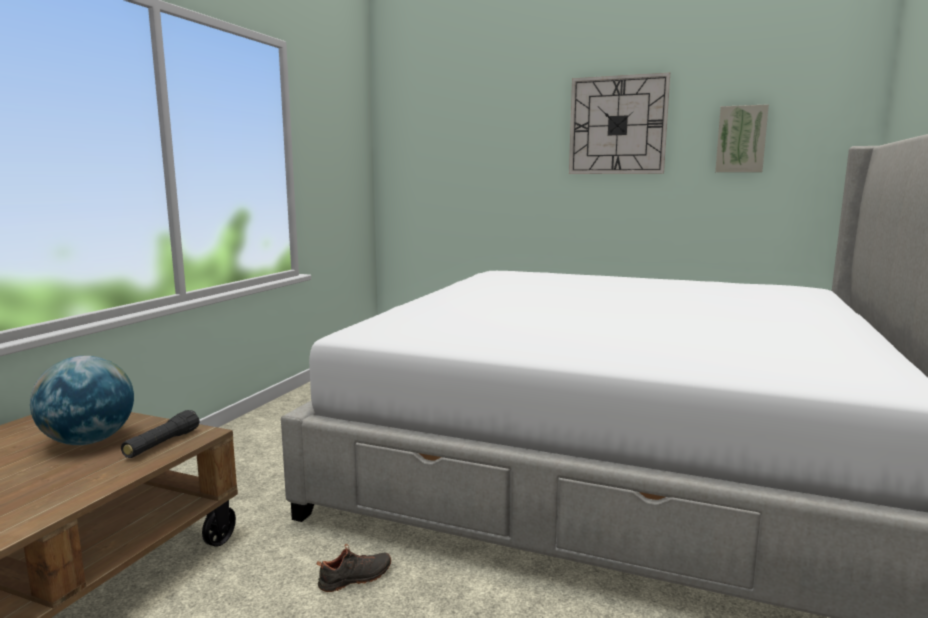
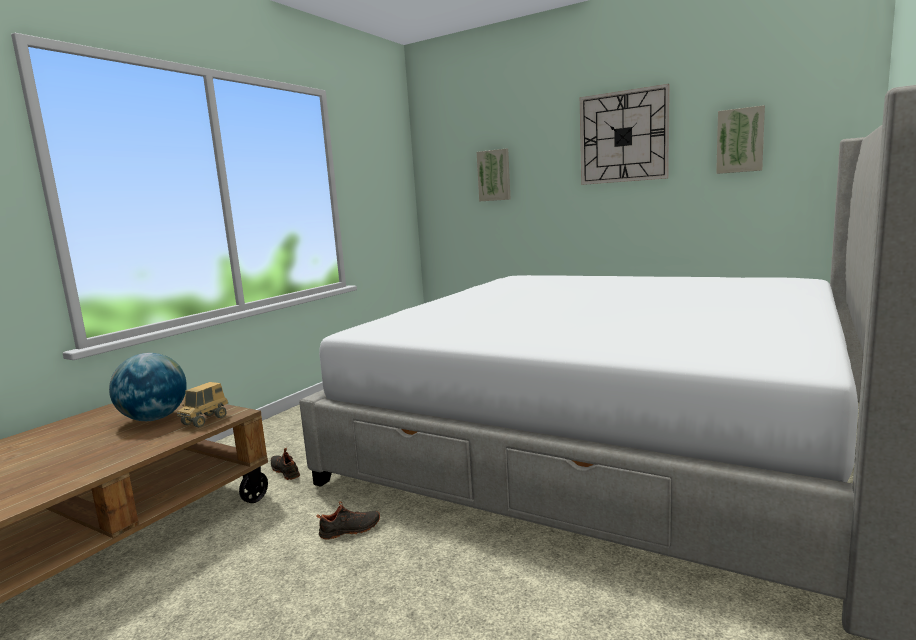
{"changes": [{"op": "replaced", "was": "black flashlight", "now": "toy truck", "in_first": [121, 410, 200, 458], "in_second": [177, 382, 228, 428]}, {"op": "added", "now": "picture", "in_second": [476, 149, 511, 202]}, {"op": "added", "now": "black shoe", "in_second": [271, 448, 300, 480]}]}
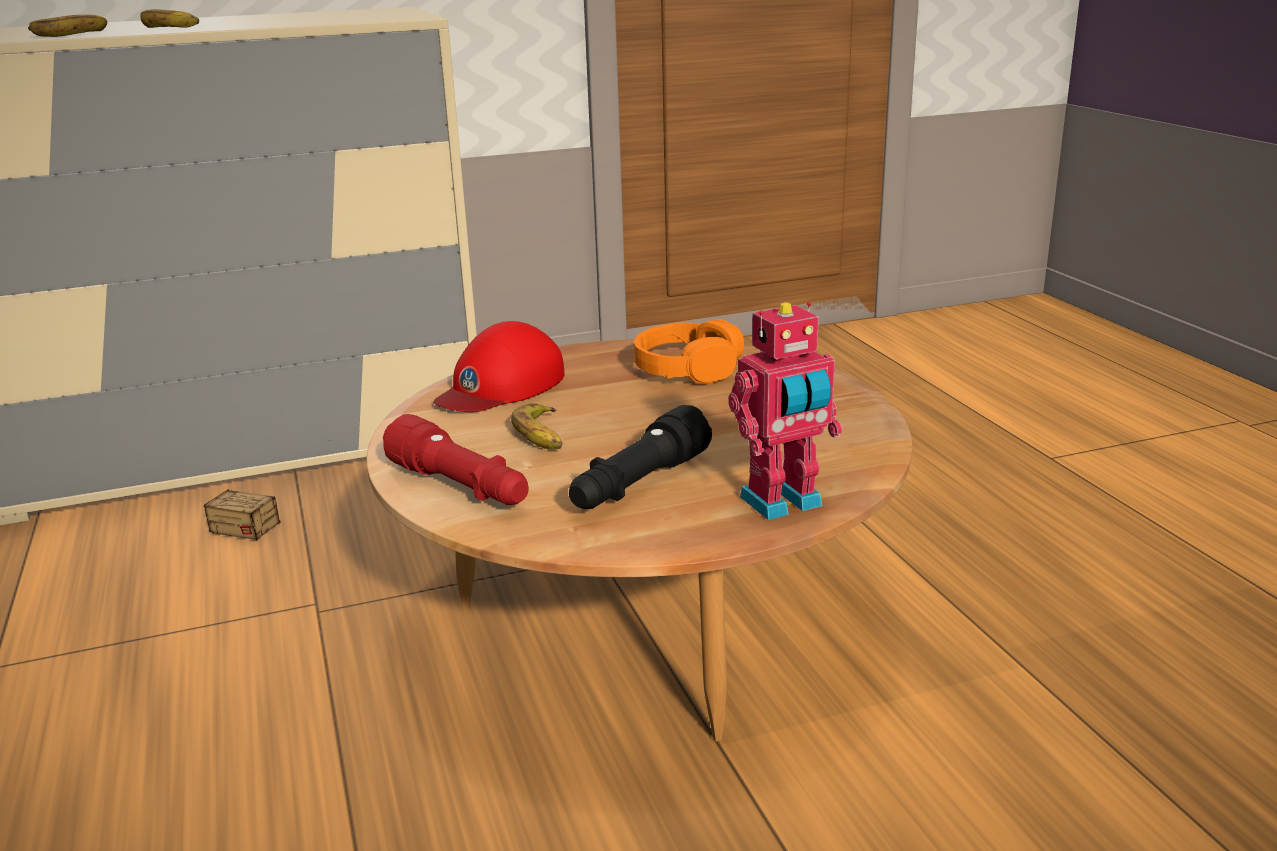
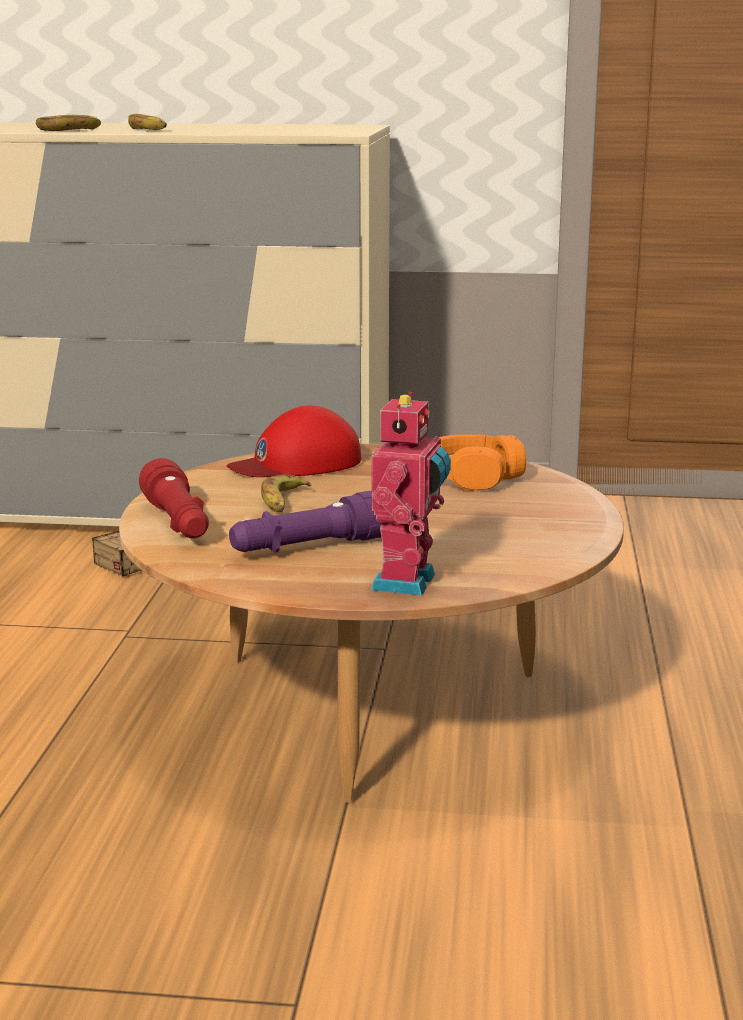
{"changes": [{"op": "turned", "was": "toy robot", "in_first": [728, 302, 842, 520], "in_second": [371, 392, 451, 596], "clockwise": -75}, {"op": "recoloured", "was": "black flashlight", "now": "purple flashlight", "in_first": [569, 405, 712, 509], "in_second": [229, 490, 381, 553]}]}
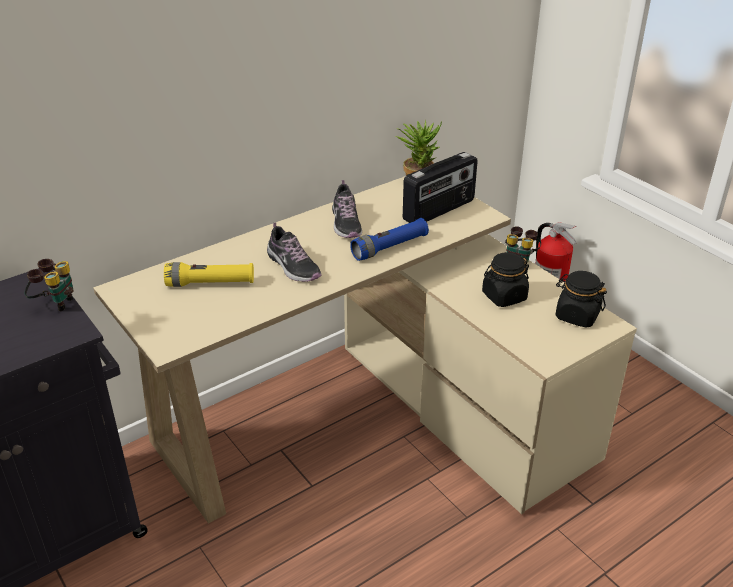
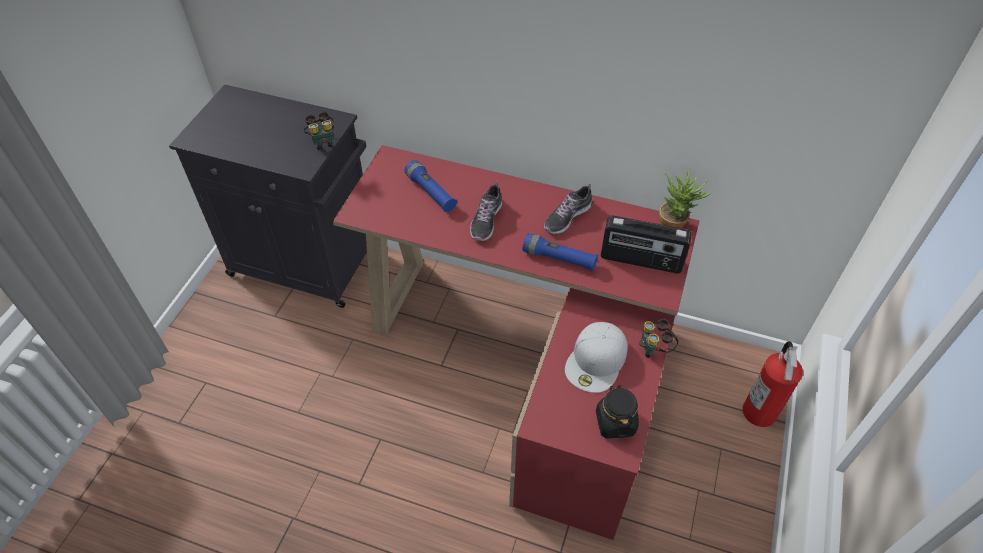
{"changes": [{"op": "recoloured", "was": "beige desk", "now": "red desk", "in_first": [93, 177, 637, 524], "in_second": [333, 145, 699, 540]}, {"op": "replaced", "was": "black jar", "now": "white cap", "in_first": [482, 252, 529, 307], "in_second": [565, 322, 628, 393]}, {"op": "recoloured", "was": "yellow flashlight", "now": "blue flashlight", "in_first": [164, 262, 254, 287], "in_second": [404, 160, 457, 212]}]}
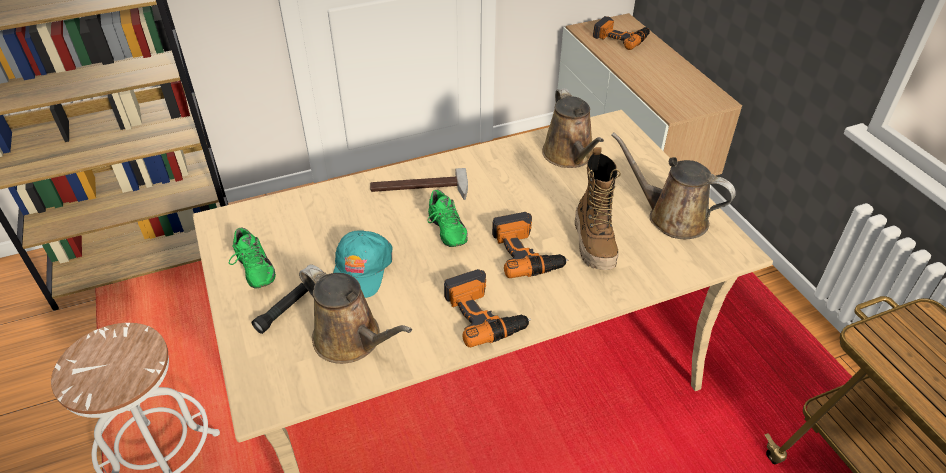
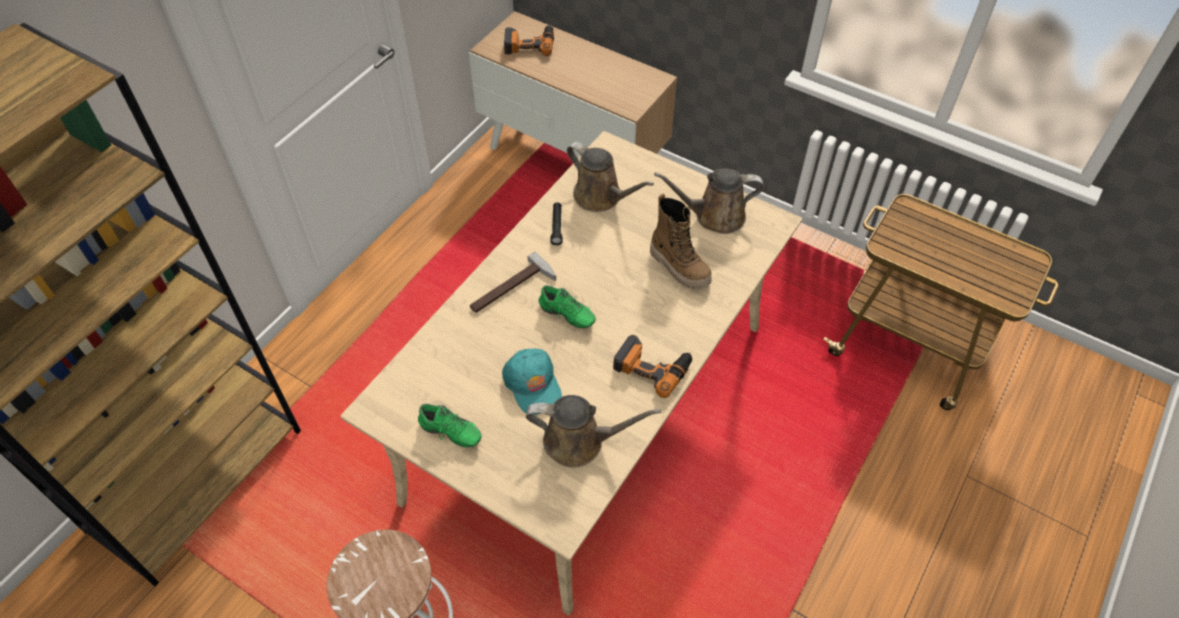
{"changes": [{"op": "removed", "was": "power drill", "in_first": [492, 212, 568, 278]}, {"op": "moved", "was": "black flashlight", "in_first": [251, 283, 308, 334], "in_second": [550, 203, 563, 245]}]}
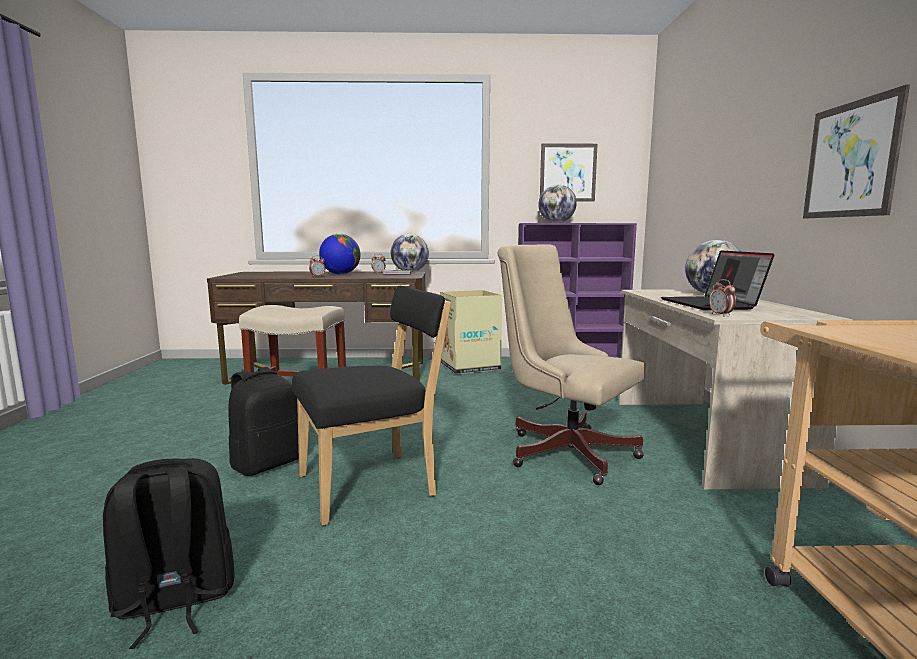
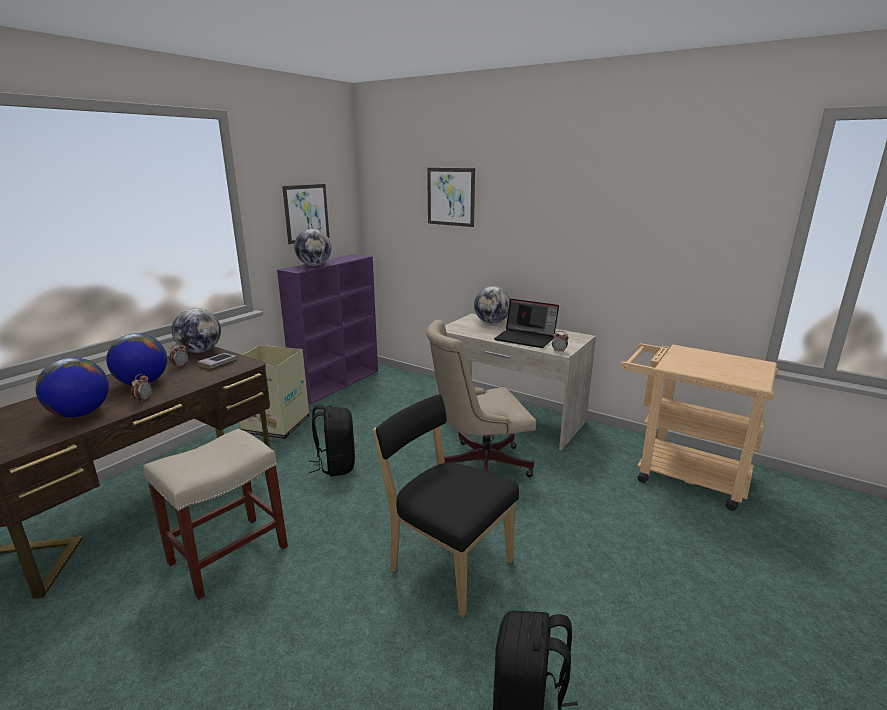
{"changes": [{"op": "moved", "was": "picture", "in_first": [803, 84, 910, 219], "in_second": [427, 168, 475, 227]}, {"op": "turned", "was": "black chair", "in_first": [292, 286, 451, 526], "in_second": [373, 394, 519, 617], "clockwise": -60}, {"op": "moved", "was": "black backpack", "in_first": [228, 367, 299, 476], "in_second": [309, 405, 355, 477]}, {"op": "added", "now": "globe", "in_second": [36, 357, 109, 417]}]}
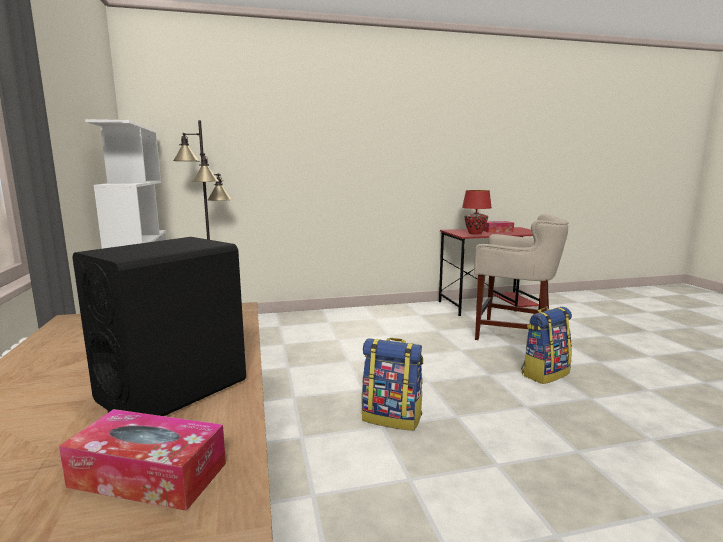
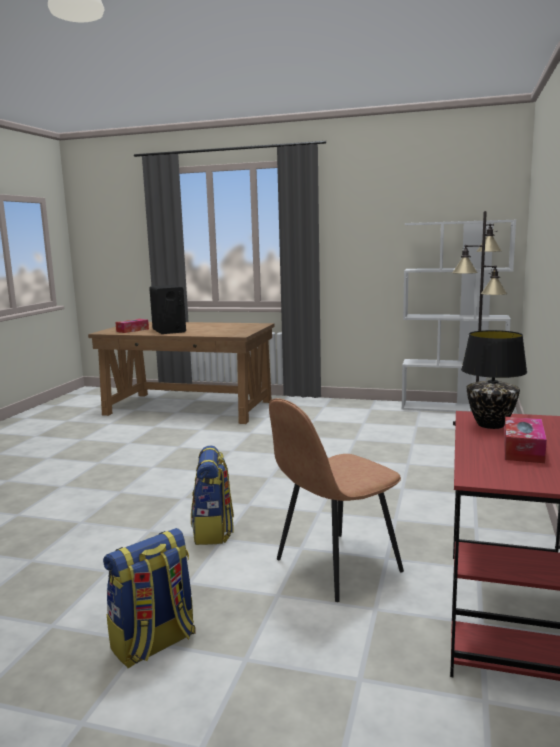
{"changes": [{"op": "recoloured", "was": "red table lamp", "now": "black table lamp", "in_first": [462, 190, 491, 235], "in_second": [461, 330, 527, 429]}, {"op": "replaced", "was": "beige stool", "now": "brown chair", "in_first": [474, 214, 568, 340], "in_second": [269, 398, 404, 602]}, {"op": "moved", "was": "backpack", "in_first": [362, 338, 423, 431], "in_second": [103, 528, 195, 668]}]}
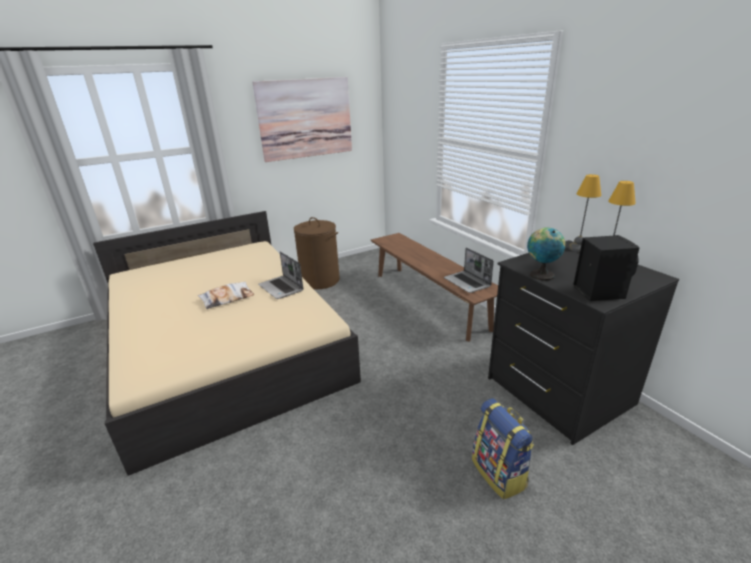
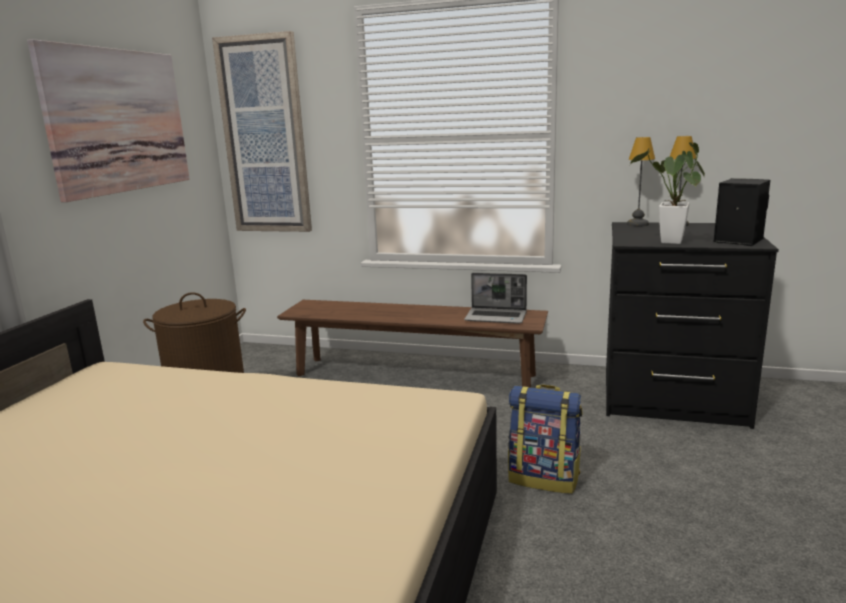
{"changes": [{"op": "replaced", "was": "globe", "now": "potted plant", "in_first": [527, 227, 565, 281], "in_second": [630, 142, 705, 244]}, {"op": "removed", "was": "laptop", "in_first": [258, 251, 303, 299]}, {"op": "removed", "was": "pillow", "in_first": [198, 282, 254, 309]}, {"op": "moved", "was": "backpack", "in_first": [472, 398, 534, 500], "in_second": [508, 384, 583, 494]}, {"op": "added", "now": "picture", "in_second": [212, 31, 312, 232]}]}
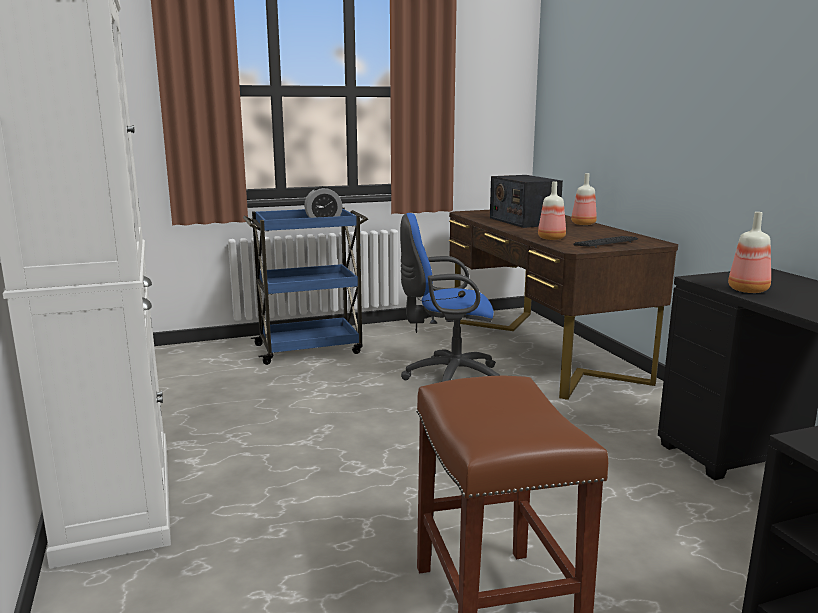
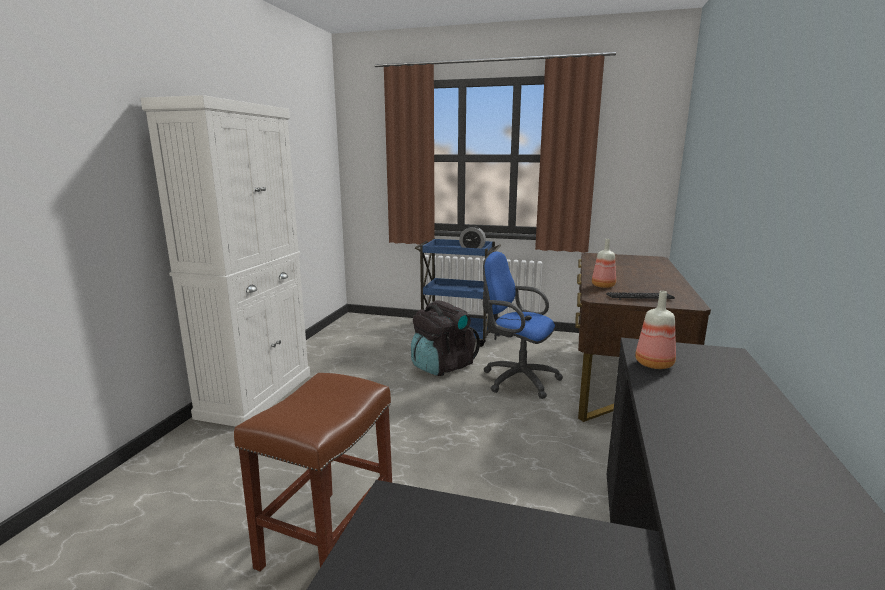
{"changes": [{"op": "removed", "was": "bottle", "in_first": [571, 173, 597, 225]}, {"op": "removed", "was": "radio", "in_first": [490, 175, 563, 228]}, {"op": "added", "now": "black backpack", "in_second": [411, 300, 480, 376]}]}
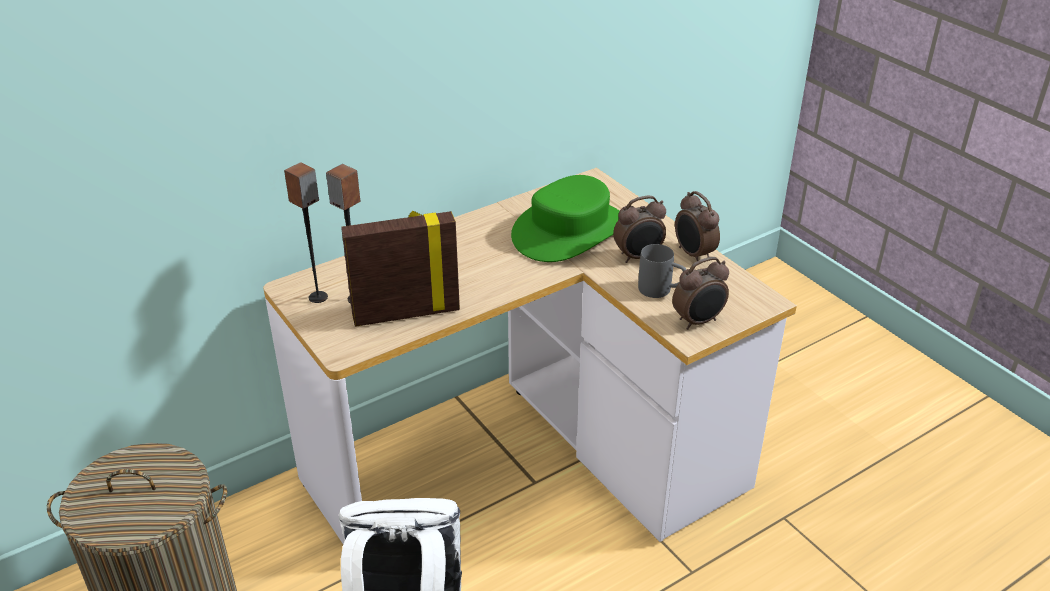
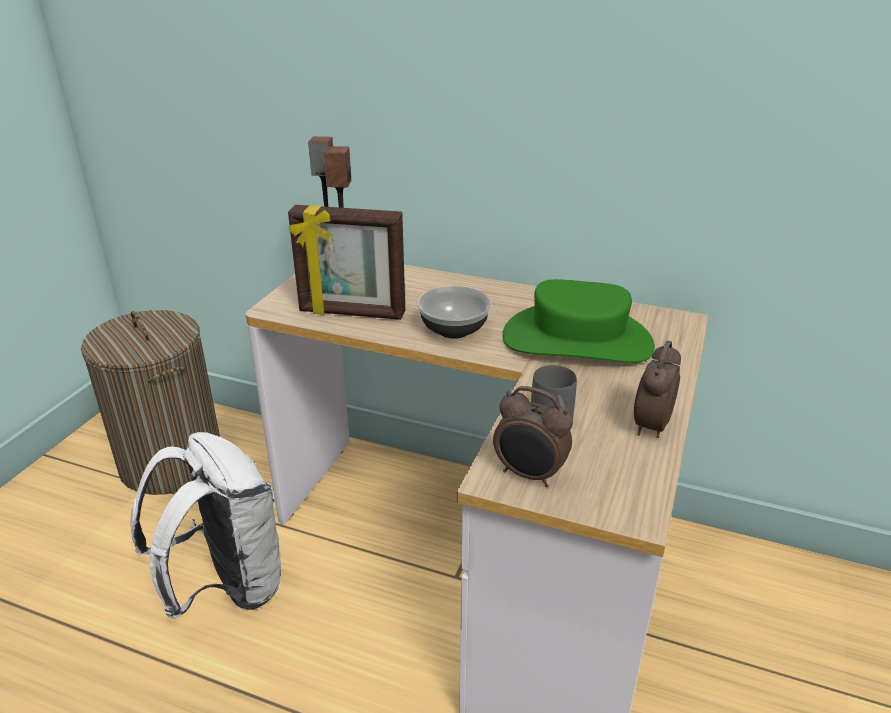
{"changes": [{"op": "removed", "was": "alarm clock", "in_first": [613, 196, 666, 263]}, {"op": "turned", "was": "picture frame", "in_first": [341, 211, 460, 327], "in_second": [288, 205, 405, 320], "clockwise": 150}, {"op": "added", "now": "bowl", "in_second": [417, 286, 491, 339]}]}
